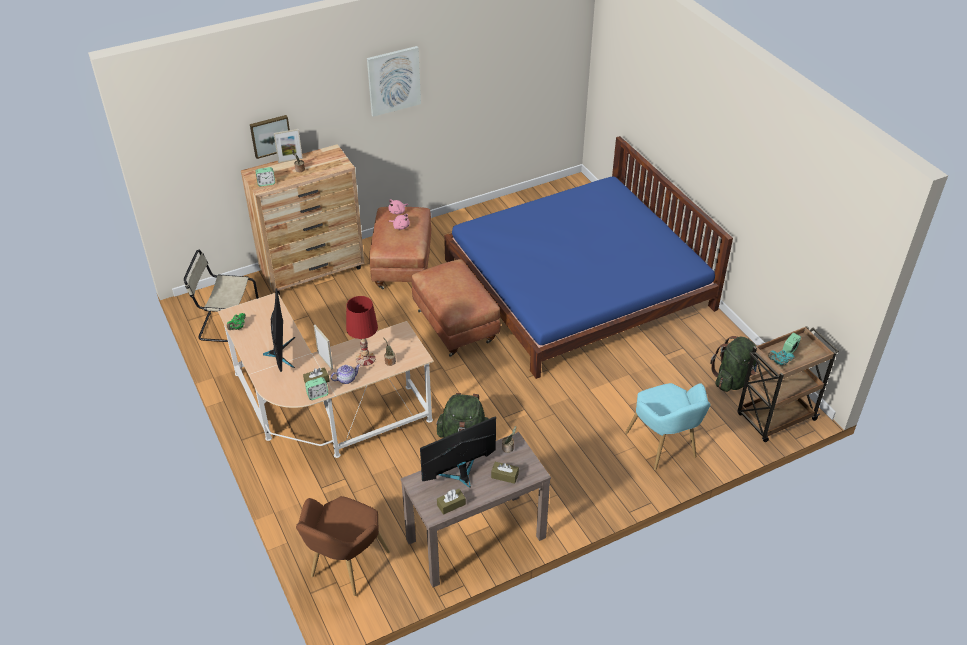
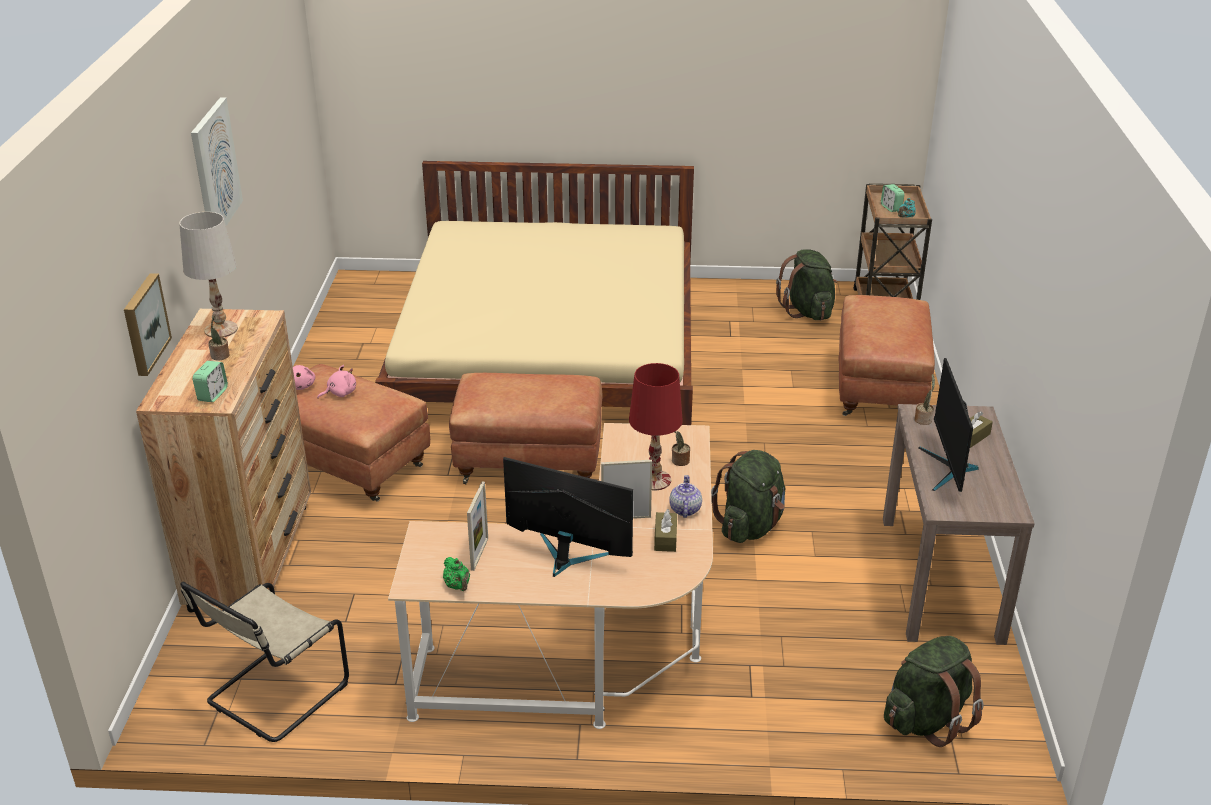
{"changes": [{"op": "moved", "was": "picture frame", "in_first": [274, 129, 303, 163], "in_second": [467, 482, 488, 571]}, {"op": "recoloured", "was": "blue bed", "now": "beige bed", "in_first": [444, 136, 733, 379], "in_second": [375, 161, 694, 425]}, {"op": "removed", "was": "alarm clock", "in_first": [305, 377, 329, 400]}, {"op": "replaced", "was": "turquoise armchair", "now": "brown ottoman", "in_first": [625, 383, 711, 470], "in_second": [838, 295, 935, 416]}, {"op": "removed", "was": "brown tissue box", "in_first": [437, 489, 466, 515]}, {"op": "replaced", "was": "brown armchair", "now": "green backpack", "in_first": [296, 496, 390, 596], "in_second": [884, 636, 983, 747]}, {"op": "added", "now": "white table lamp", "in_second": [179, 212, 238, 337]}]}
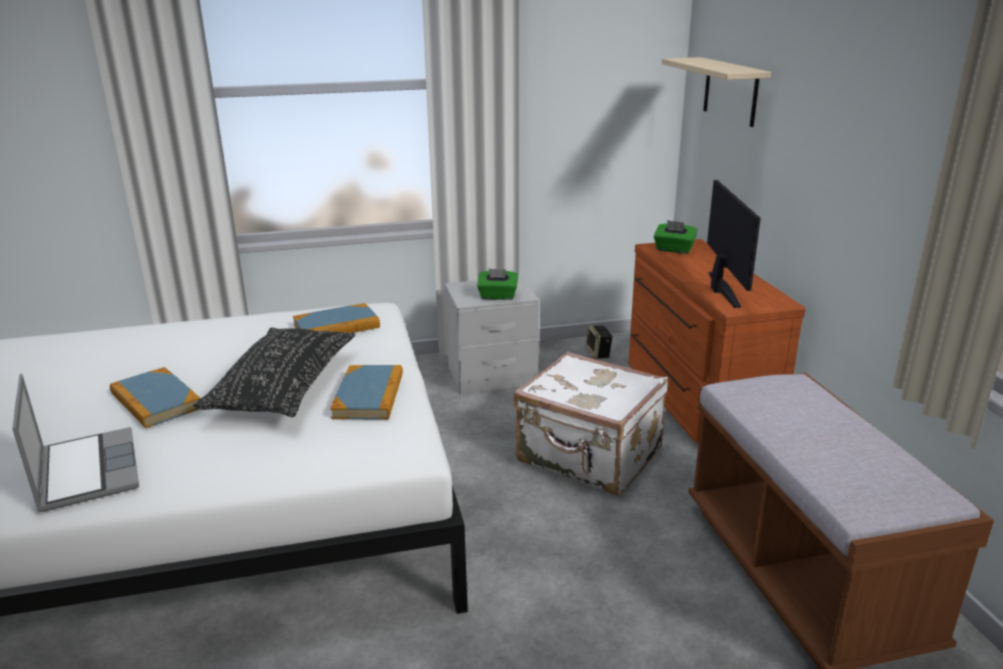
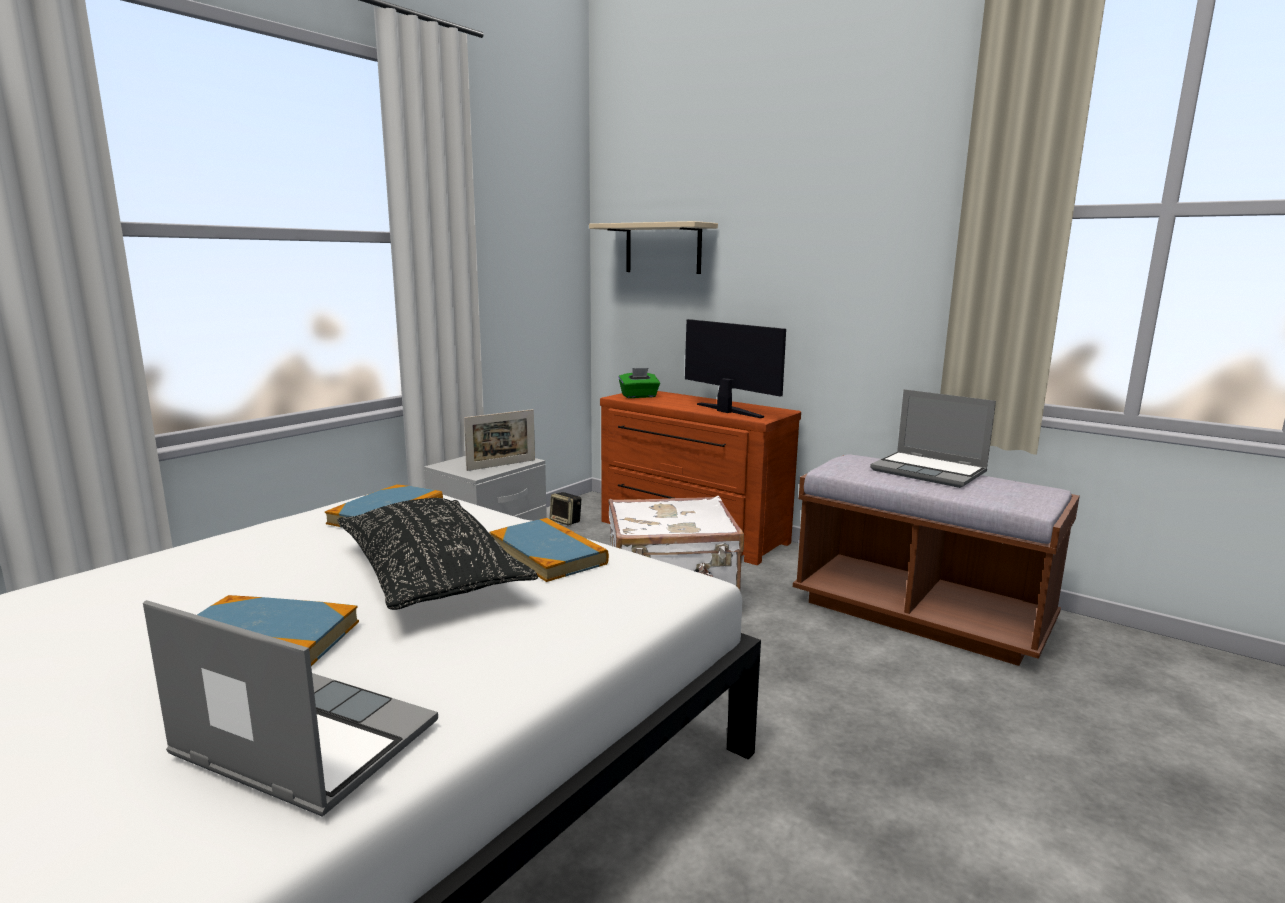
{"changes": [{"op": "replaced", "was": "green tissue box", "now": "picture frame", "in_first": [477, 269, 519, 300], "in_second": [464, 409, 535, 471]}, {"op": "added", "now": "laptop", "in_second": [870, 389, 996, 488]}]}
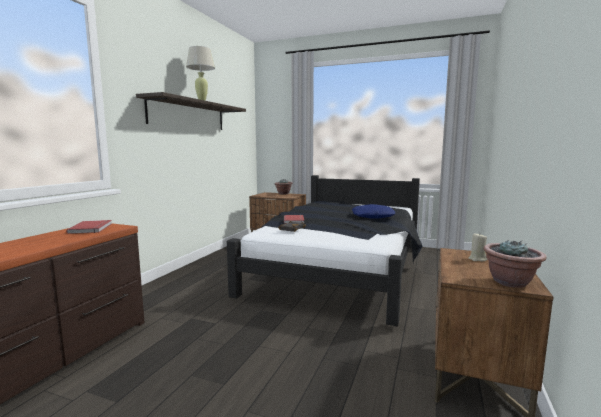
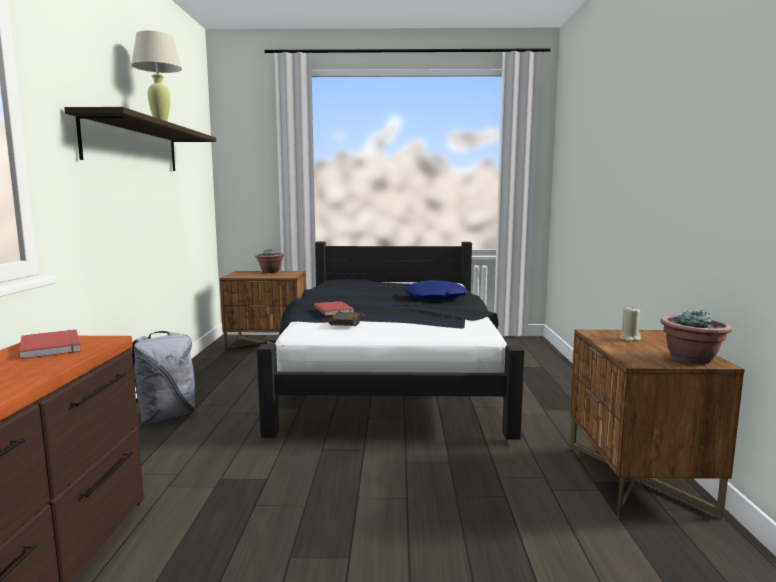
{"changes": [{"op": "added", "now": "grey backpack", "in_second": [132, 331, 196, 423]}]}
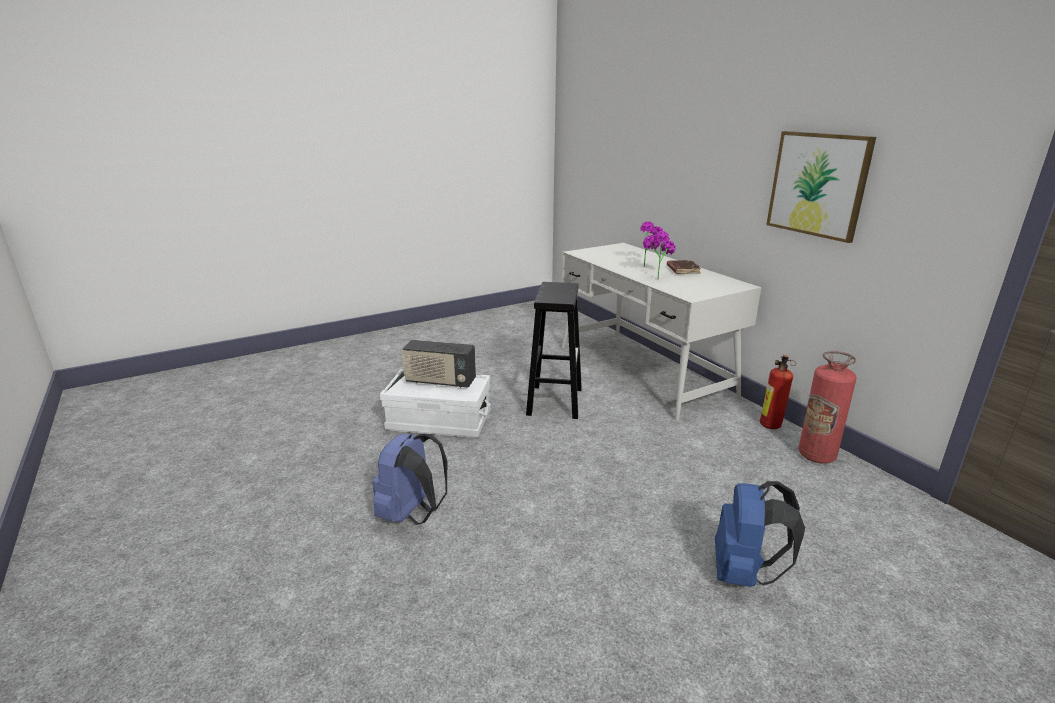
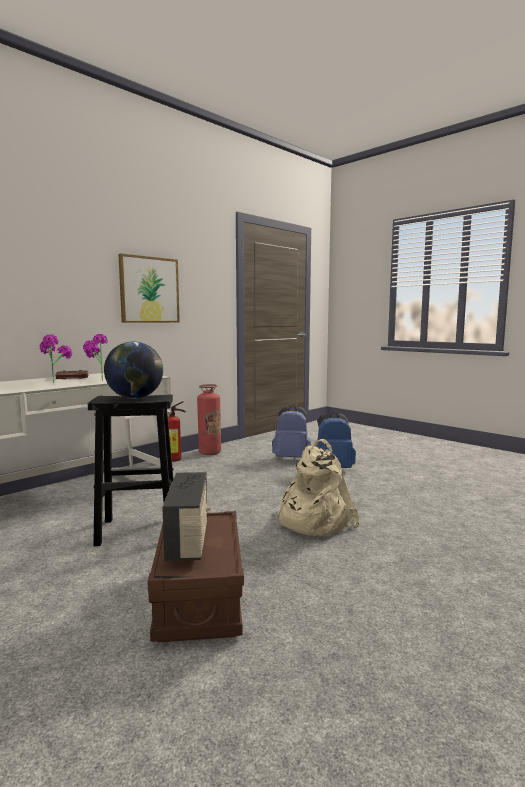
{"changes": [{"op": "recoloured", "was": "white storage box", "now": "brown storage box", "in_first": [380, 369, 490, 438], "in_second": [147, 511, 244, 642]}, {"op": "moved", "was": "blue backpack", "in_first": [372, 433, 447, 525], "in_second": [272, 405, 311, 458]}, {"op": "added", "now": "globe", "in_second": [104, 342, 163, 399]}, {"op": "added", "now": "beige backpack", "in_second": [275, 439, 360, 537]}]}
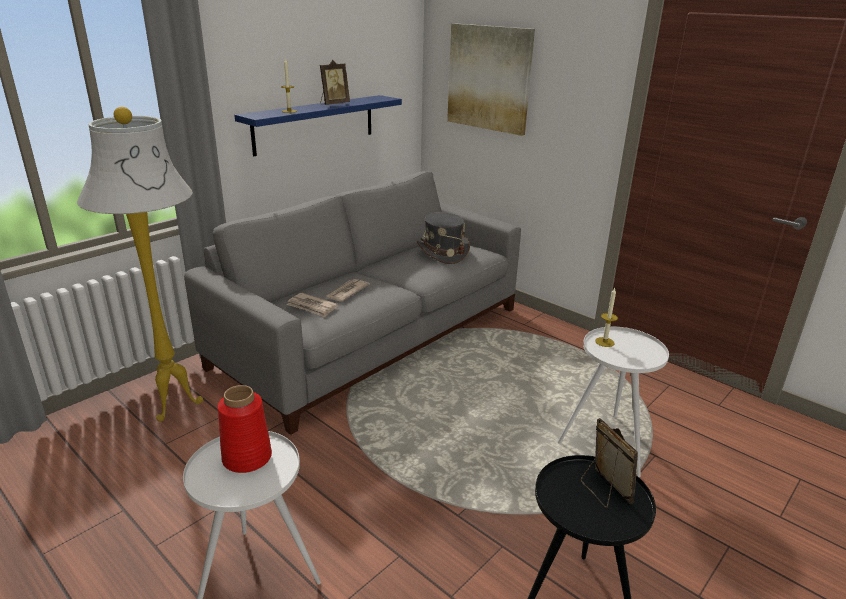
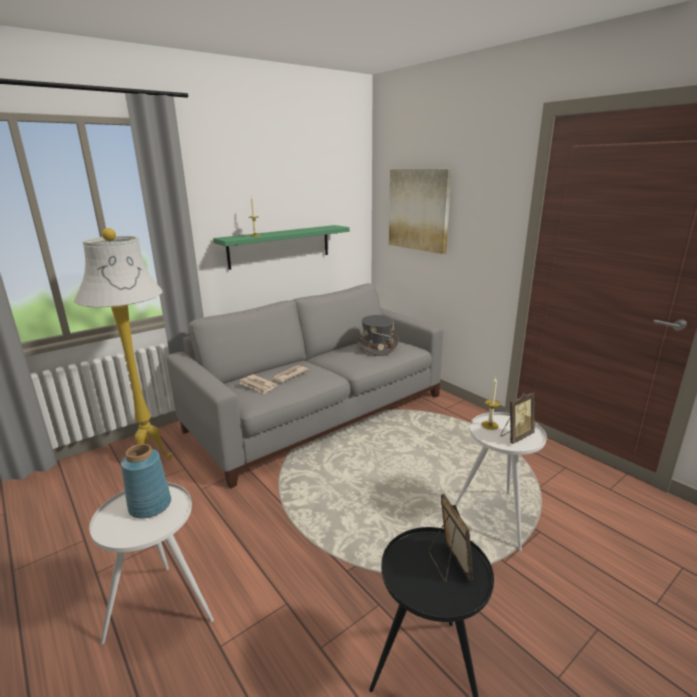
{"changes": [{"op": "moved", "was": "picture frame", "in_first": [320, 60, 350, 105], "in_second": [501, 392, 535, 444]}, {"op": "recoloured", "was": "blue shelf", "now": "green shelf", "in_first": [234, 95, 402, 156], "in_second": [213, 225, 350, 270]}, {"op": "recoloured", "was": "red vase", "now": "blue vase", "in_first": [217, 385, 272, 473], "in_second": [121, 444, 171, 518]}]}
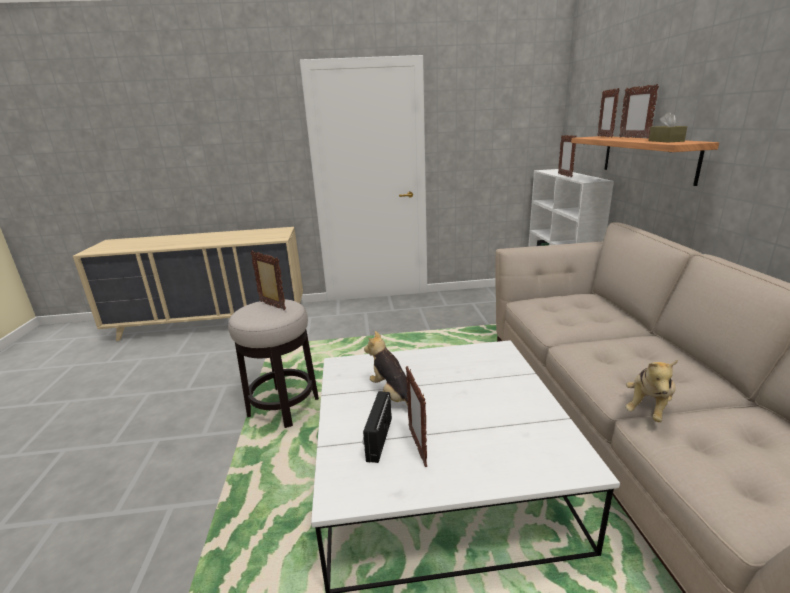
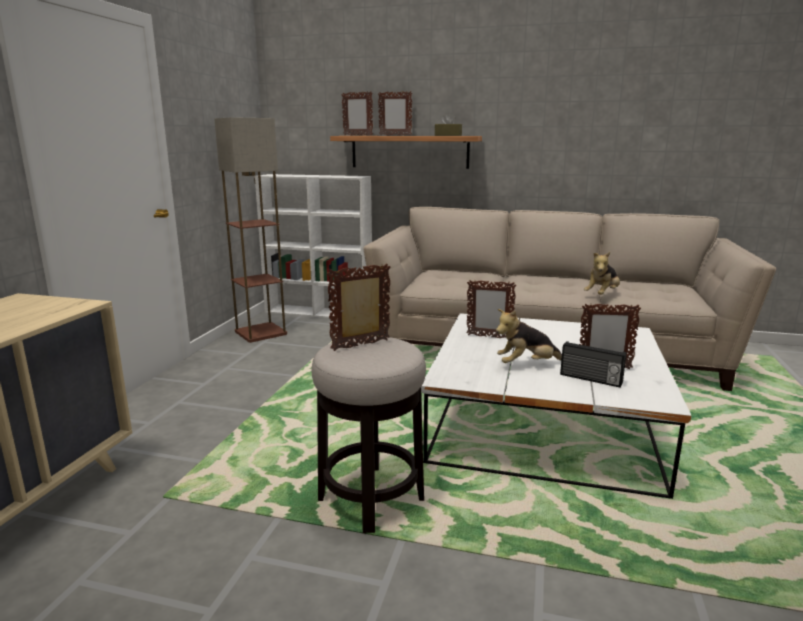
{"changes": [{"op": "moved", "was": "picture frame", "in_first": [558, 135, 576, 178], "in_second": [467, 280, 516, 338]}, {"op": "turned", "was": "plush toy", "in_first": [625, 360, 678, 422], "in_second": [584, 252, 620, 295], "clockwise": 75}, {"op": "added", "now": "floor lamp", "in_second": [214, 117, 287, 343]}]}
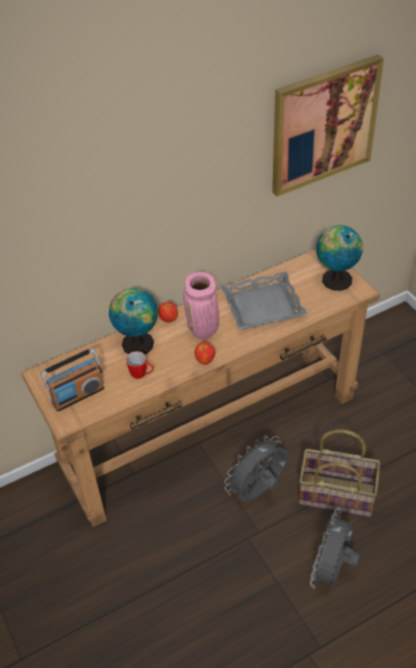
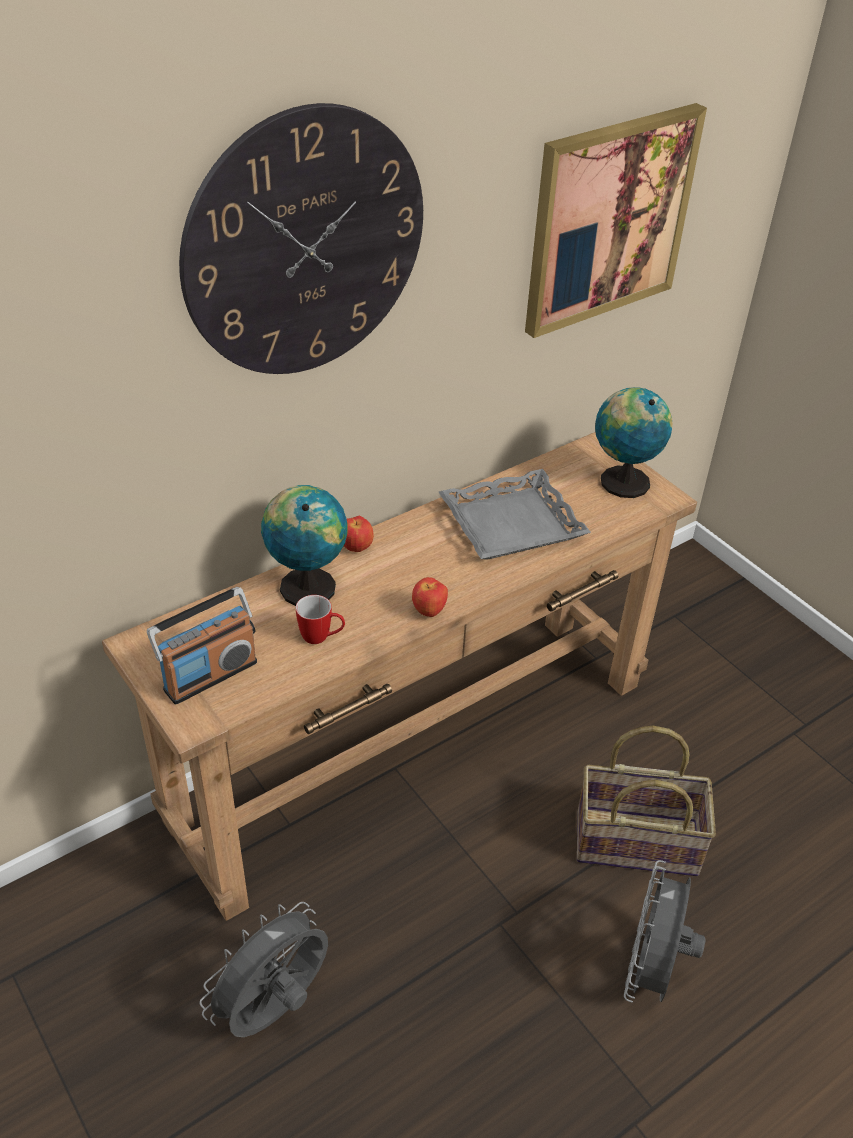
{"changes": [{"op": "removed", "was": "pink vase", "in_first": [183, 272, 219, 339]}, {"op": "moved", "was": "grey fan", "in_first": [224, 435, 288, 502], "in_second": [199, 902, 328, 1037]}, {"op": "added", "now": "wall clock", "in_second": [179, 103, 423, 374]}]}
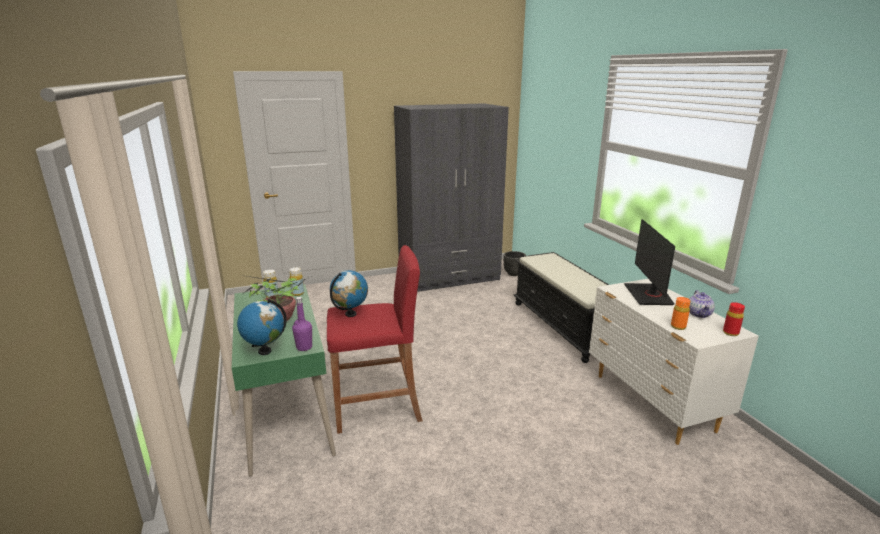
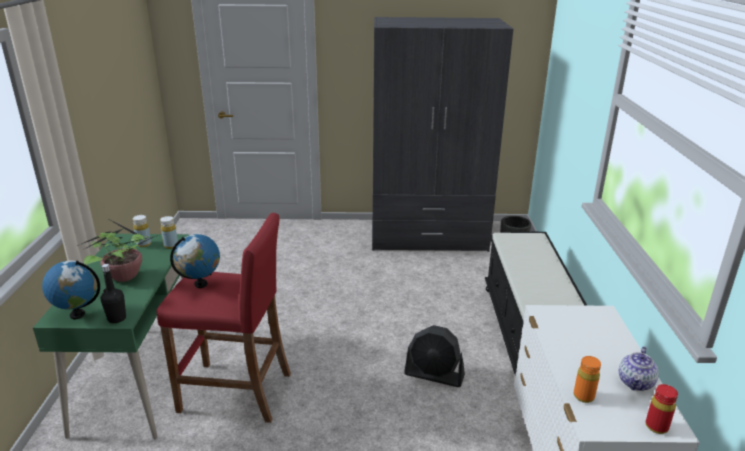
{"changes": [{"op": "removed", "was": "monitor", "in_first": [624, 219, 675, 305]}, {"op": "recoloured", "was": "purple bottle", "now": "black bottle", "in_first": [292, 297, 312, 351], "in_second": [100, 264, 126, 323]}, {"op": "added", "now": "black fan", "in_second": [404, 325, 465, 387]}]}
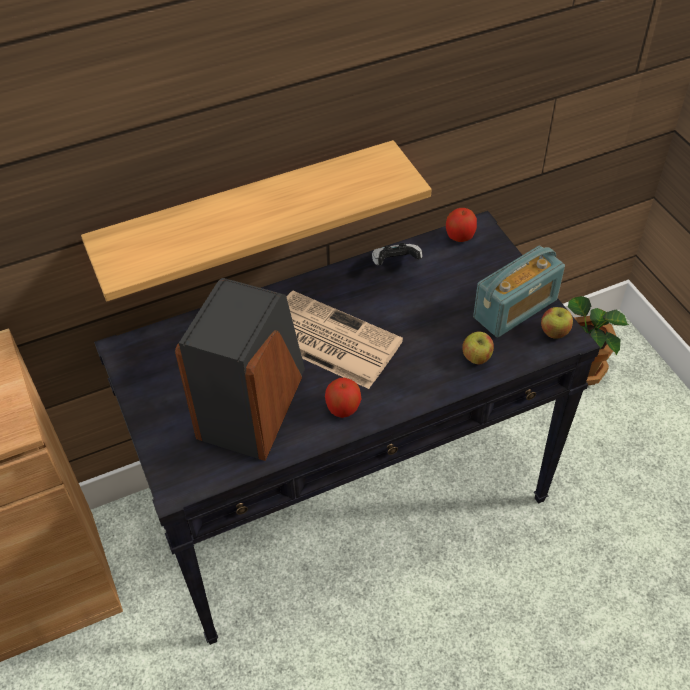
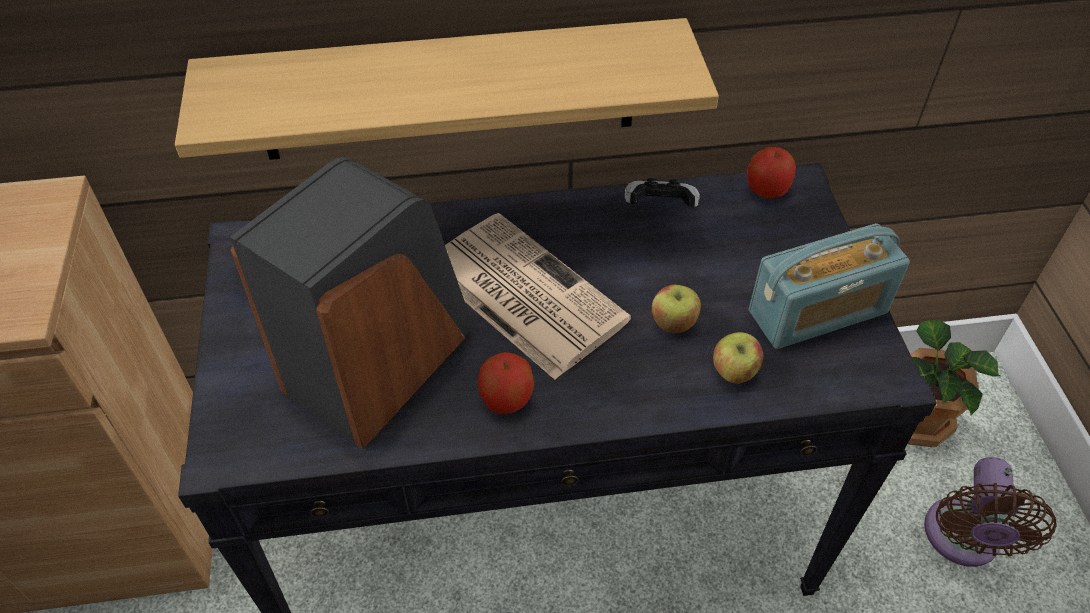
{"changes": [{"op": "moved", "was": "apple", "in_first": [541, 307, 573, 339], "in_second": [652, 285, 701, 333]}, {"op": "added", "now": "brown fan", "in_second": [924, 457, 1056, 567]}]}
